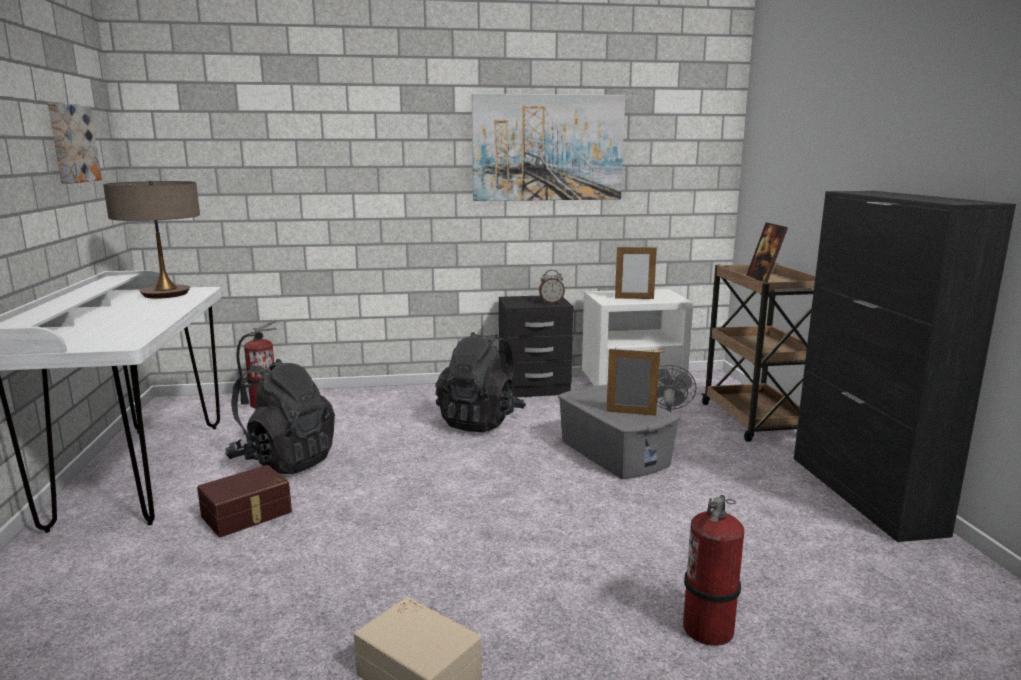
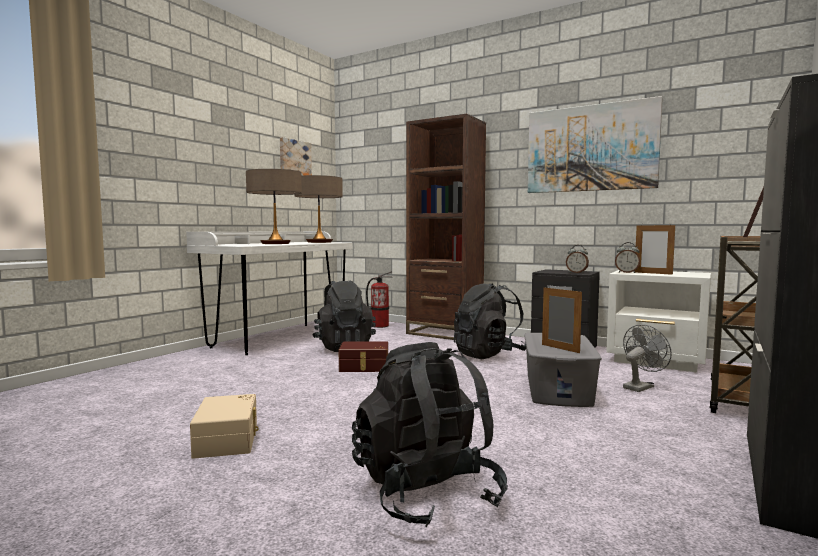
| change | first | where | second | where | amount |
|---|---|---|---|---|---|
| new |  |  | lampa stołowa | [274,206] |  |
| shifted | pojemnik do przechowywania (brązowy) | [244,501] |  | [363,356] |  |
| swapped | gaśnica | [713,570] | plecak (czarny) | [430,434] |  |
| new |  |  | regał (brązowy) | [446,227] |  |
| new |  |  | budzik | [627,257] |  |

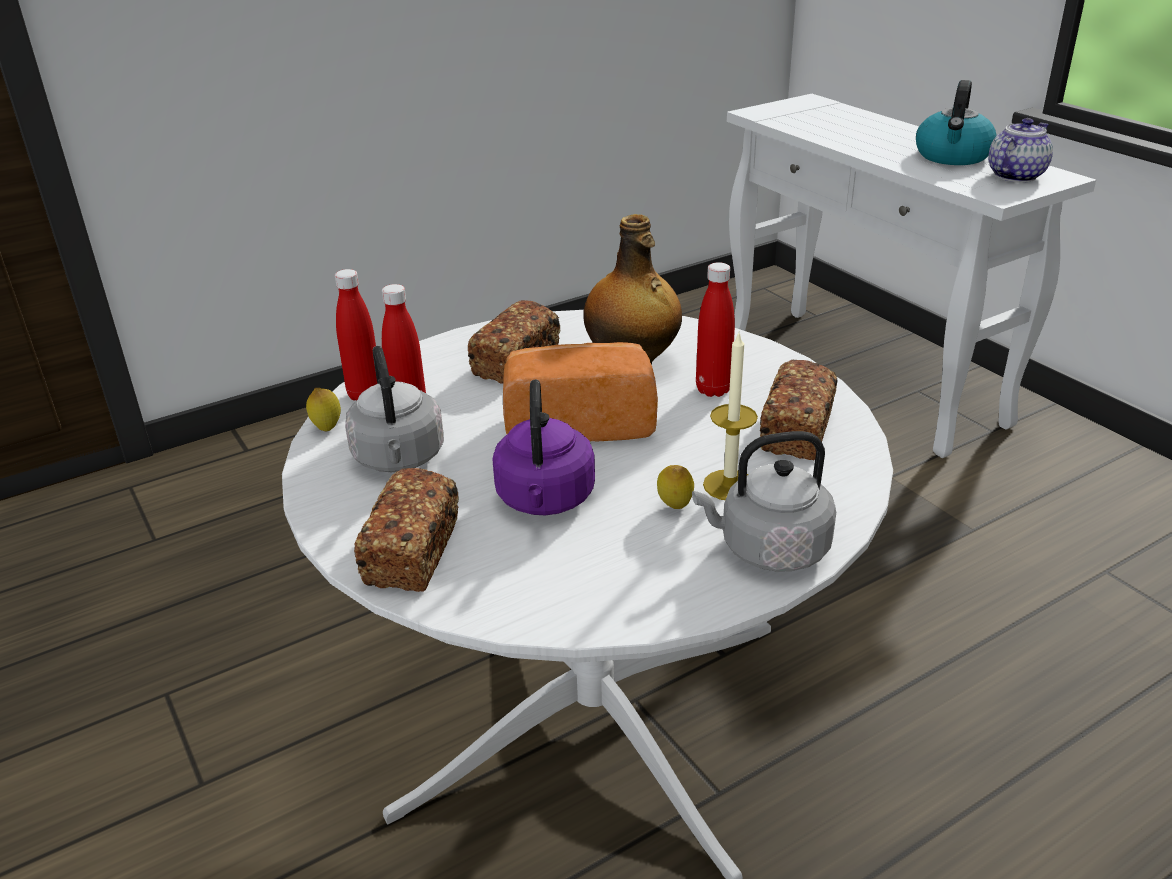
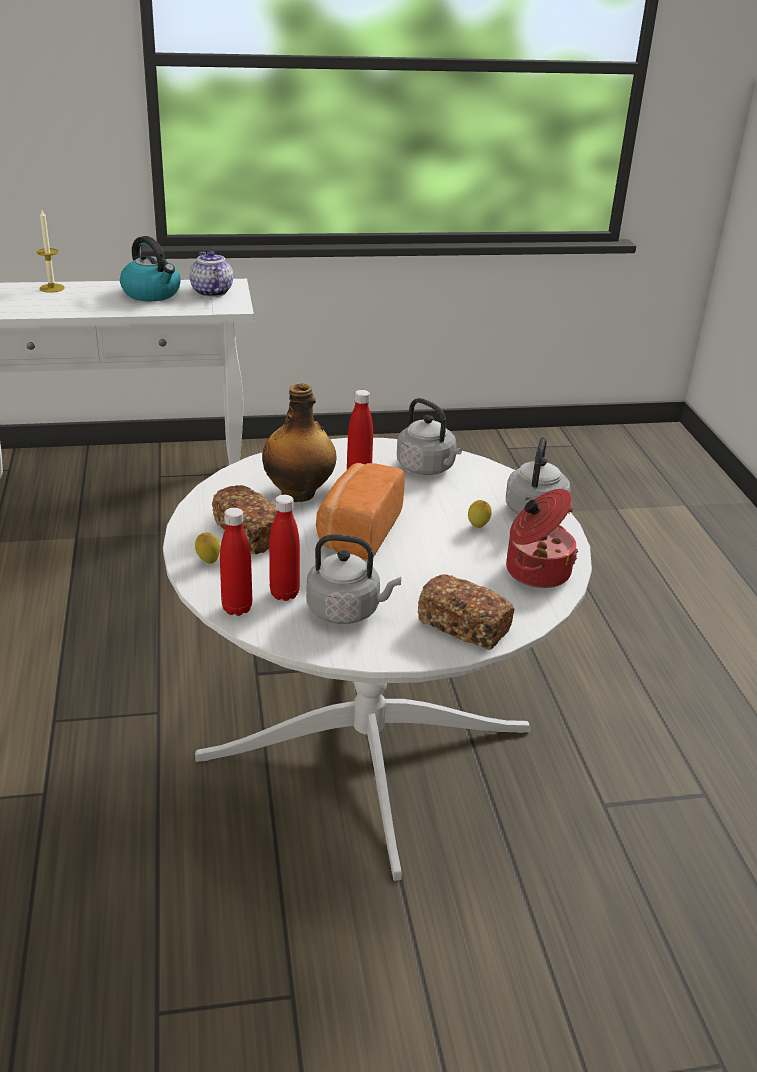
| change | first | where | second | where | amount |
|---|---|---|---|---|---|
| shifted | świeca | [730,416] |  | [50,251] |  |
| shifted | cytryna | [323,409] |  | [207,547] |  |
| swapped | chleb | [798,410] | czajnik (szary) | [429,436] |  |
| new |  |  | garnek | [542,538] |  |
| gone | czajnik (fioletowy) | [543,447] |  |  |  |

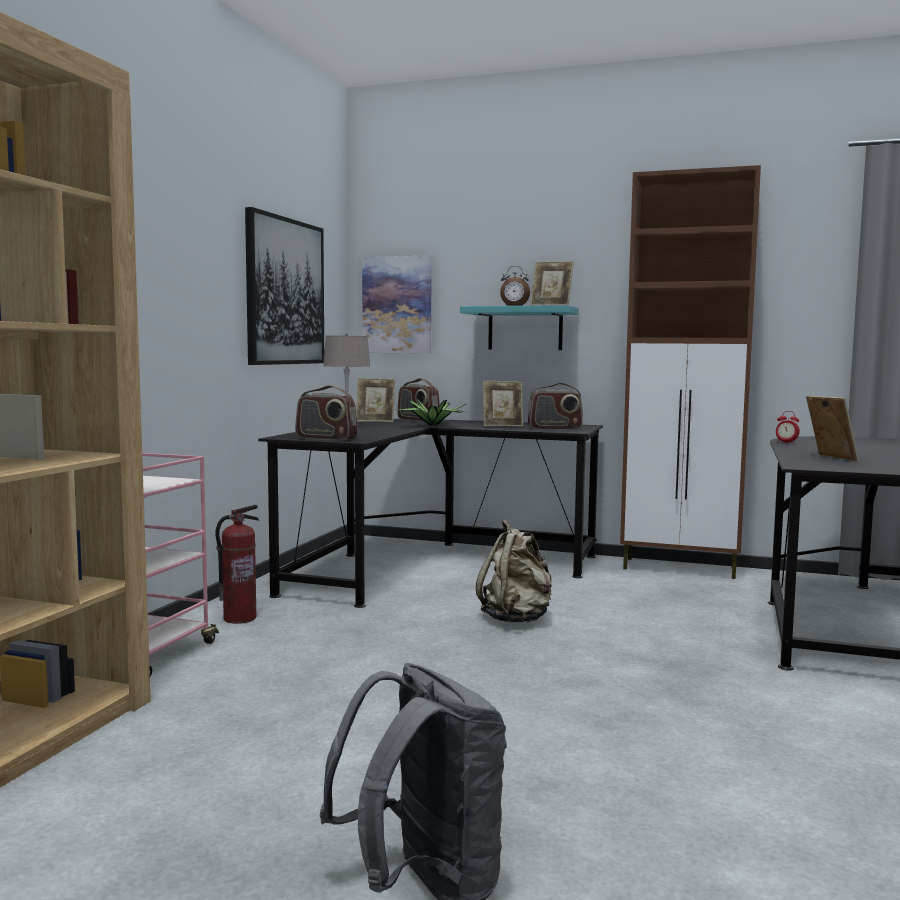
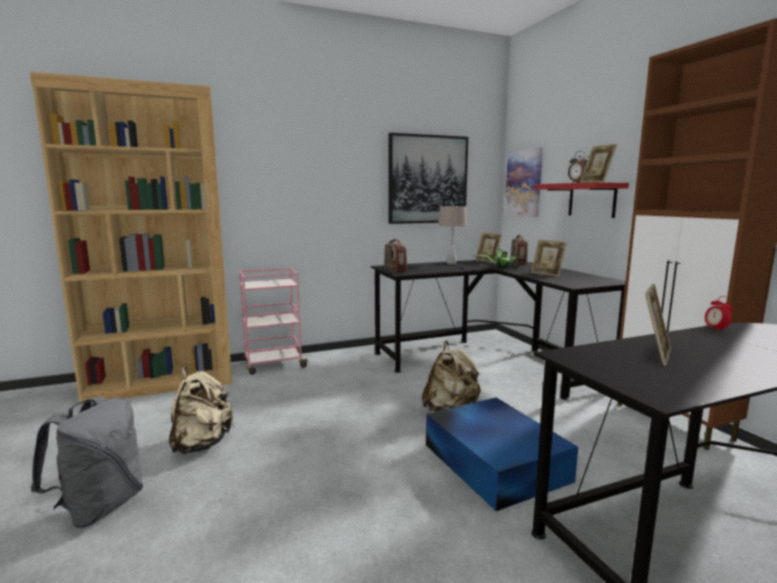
| change | first | where | second | where | amount |
|---|---|---|---|---|---|
| new |  |  | plecak (beżowy) | [201,410] |  |
| new |  |  | pojemnik do przechowywania (niebieski) | [502,454] |  |
| repainted | półka (turkusowy) | [519,327] | półka (czerwony) | [581,200] |  |
| gone | gaśnica | [237,564] |  |  |  |
| gone | radio | [555,406] |  |  |  |

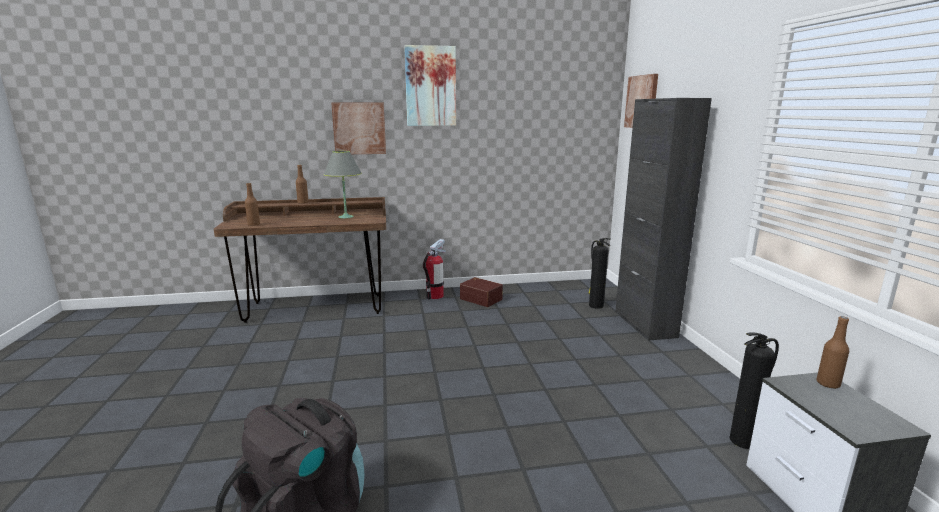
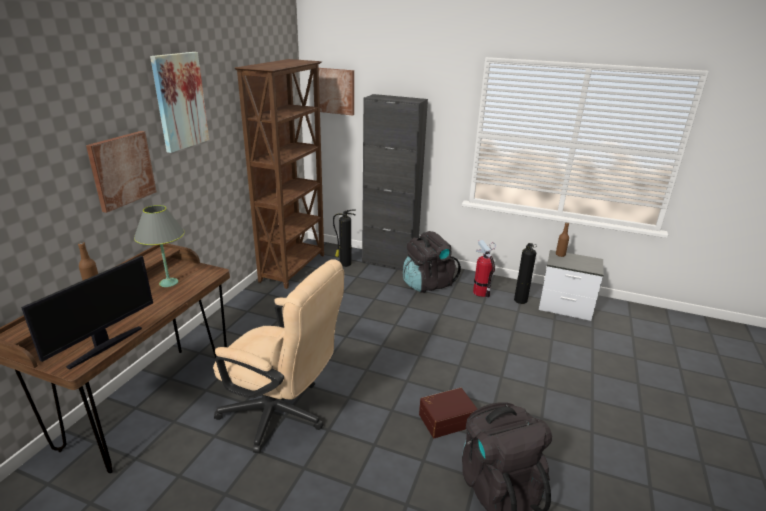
| change | first | where | second | where | amount |
|---|---|---|---|---|---|
| swapped | butelka (brązowy) | [252,204] | monitor | [87,313] |  |
| new |  |  | krzesło biurowe (beżowy) | [278,356] |  |
| new |  |  | regał (brązowy) | [279,174] |  |
| new |  |  | plecak (czarny) | [432,262] |  |
| shifted | pojemnik do przechowywania (brązowy) | [481,292] |  | [448,413] |  |
| shifted | gaśnica | [434,269] |  | [484,269] |  |

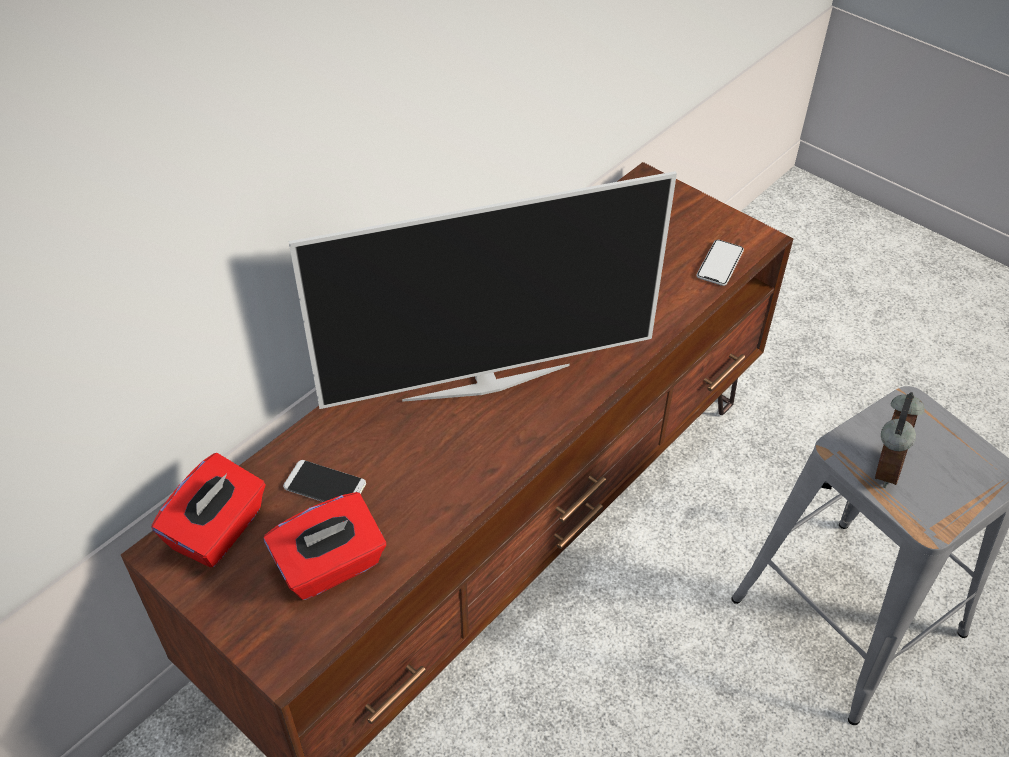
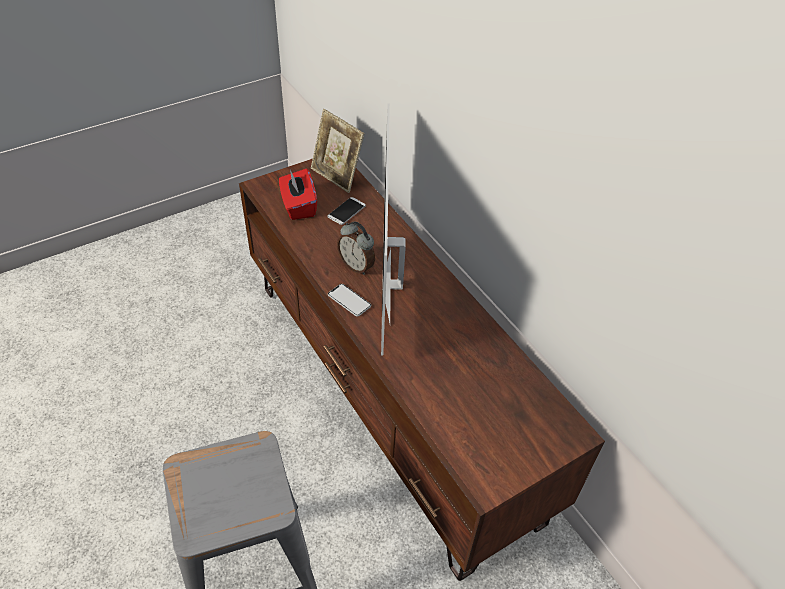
| change | first | where | second | where | amount |
|---|---|---|---|---|---|
| swapped | pudełko chusteczek (czerwony) | [208,510] | ramka na zdjęcie | [337,151] |  |
| shifted | telefon | [720,263] |  | [349,300] |  |
| shifted | budzik | [900,440] |  | [356,248] |  |

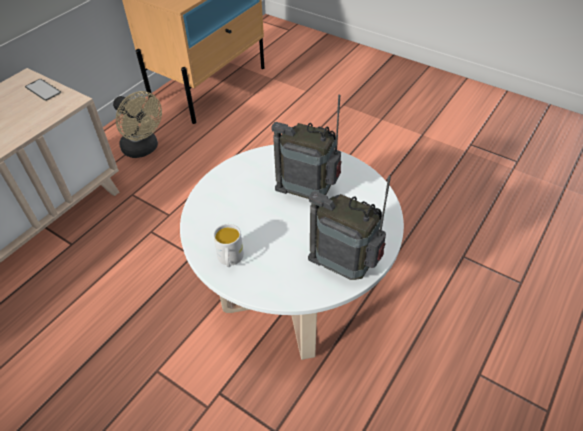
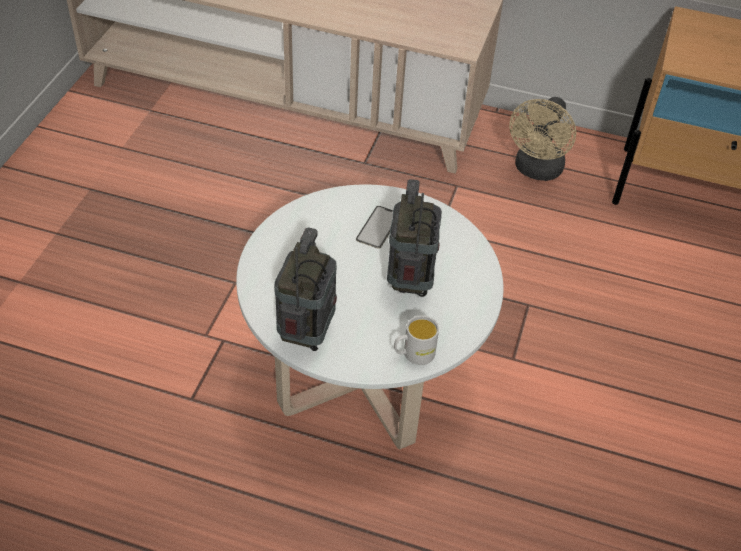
| change | first | where | second | where | amount |
|---|---|---|---|---|---|
| shifted | telefon | [43,90] |  | [374,227] |  |
| shifted | kubek (biały) | [228,245] |  | [416,340] |  |

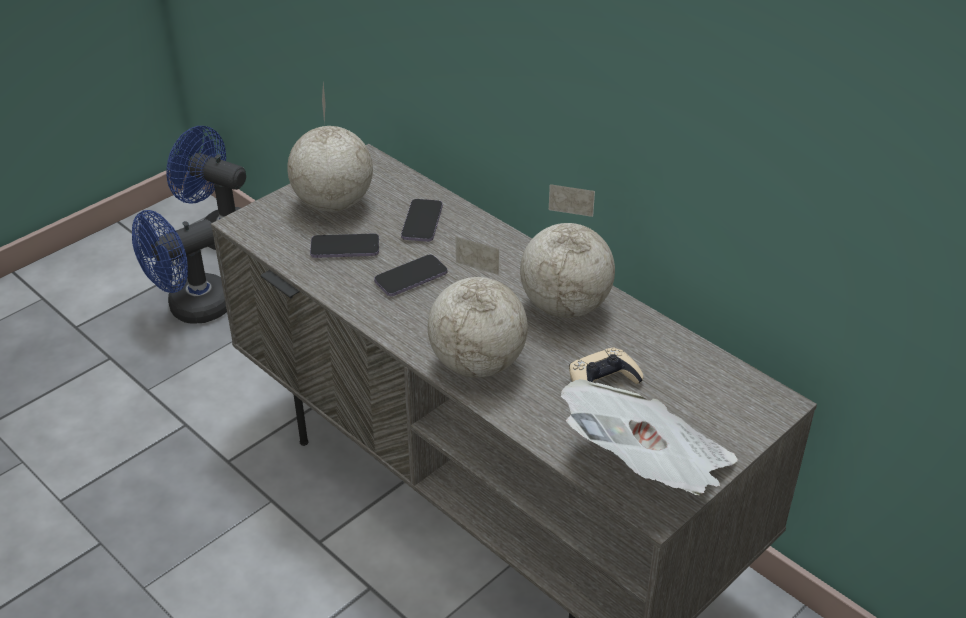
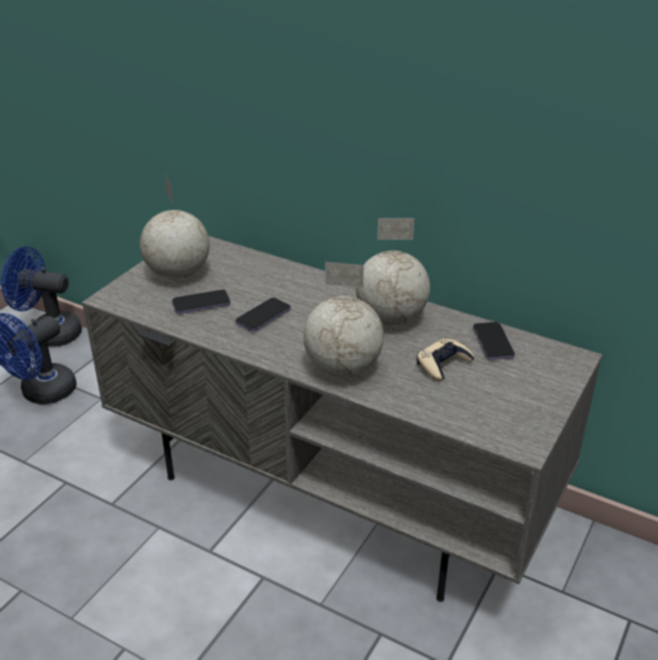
| change | first | where | second | where | amount |
|---|---|---|---|---|---|
| shifted | telefon | [422,220] |  | [494,341] |  |
| gone | gazeta | [649,437] |  |  |  |

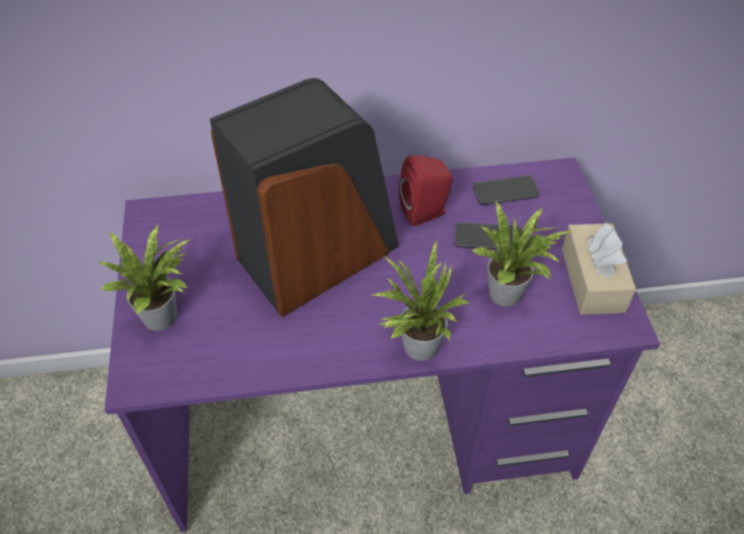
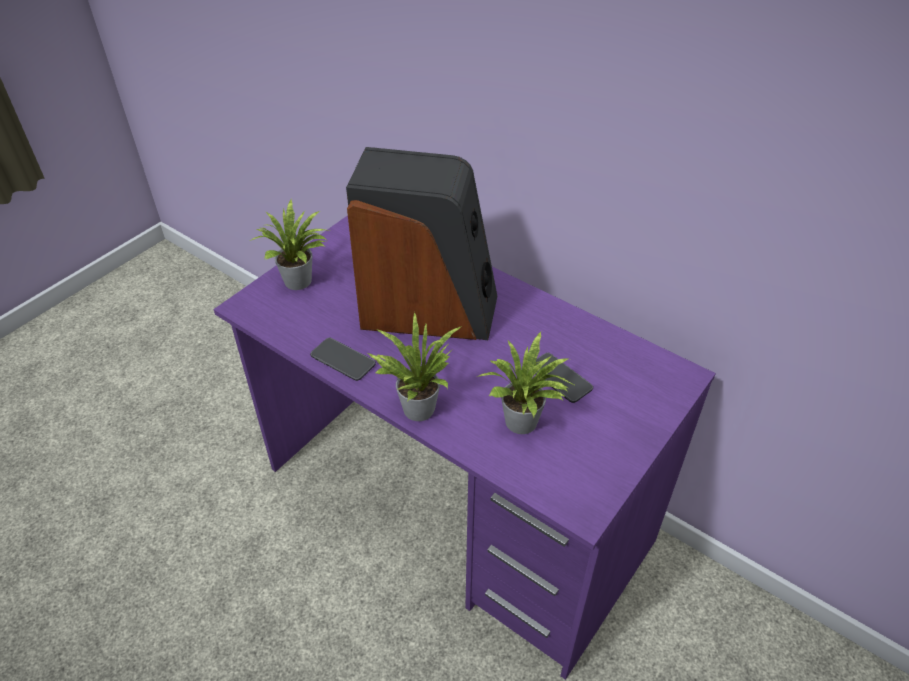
| change | first | where | second | where | amount |
|---|---|---|---|---|---|
| shifted | telefon | [506,190] |  | [343,359] |  |
| gone | głośnik (czerwony) | [426,190] |  |  |  |
| gone | pudełko chusteczek (beżowy) | [599,268] |  |  |  |

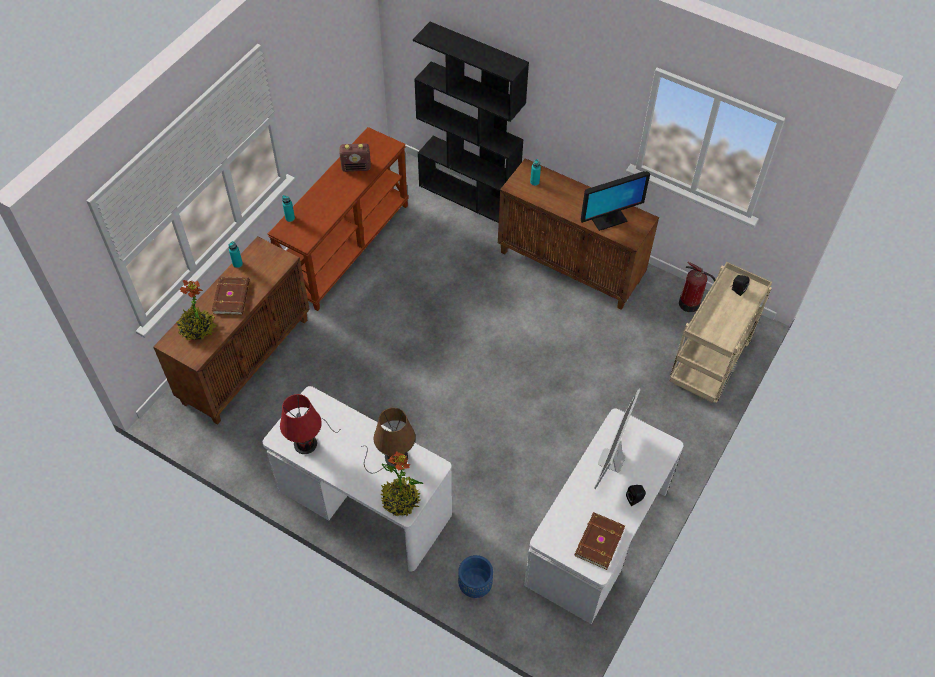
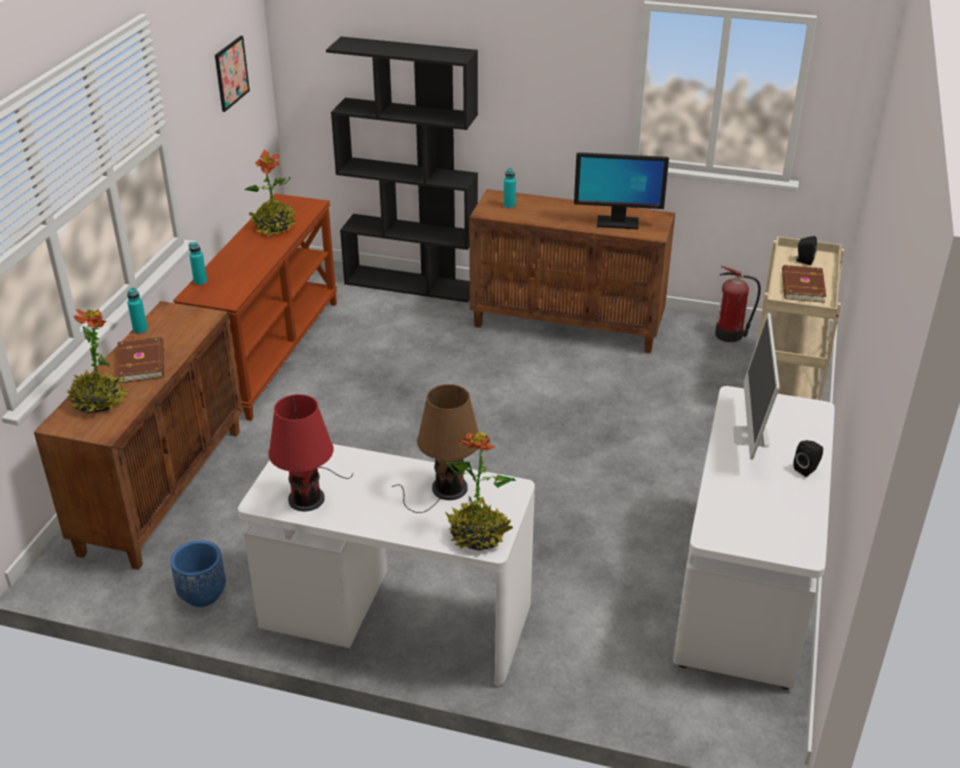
| change | first | where | second | where | amount |
|---|---|---|---|---|---|
| shifted | donica (niebieski) | [475,576] |  | [198,573] |  |
| new |  |  | obraz | [232,74] |  |
| swapped | radio | [355,157] | roślina doniczkowa | [270,193] |  |
| rotated | monitor | [615,201] |  | [621,190] | 45 degrees clockwise |
| shifted | książka (brązowy) | [599,541] |  | [804,284] |  |

